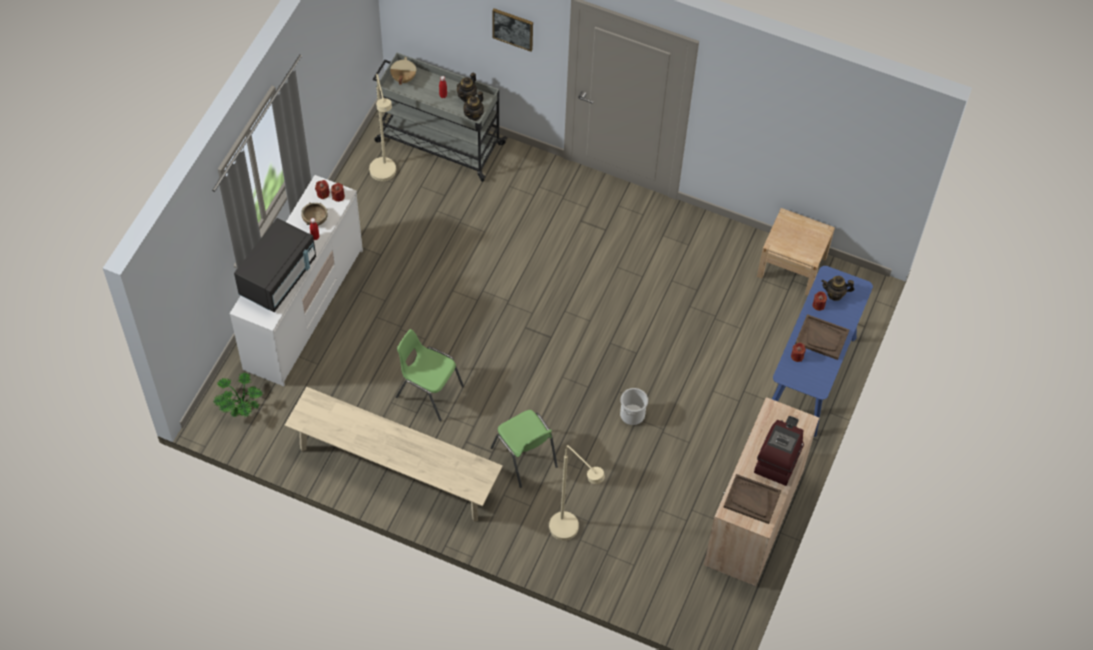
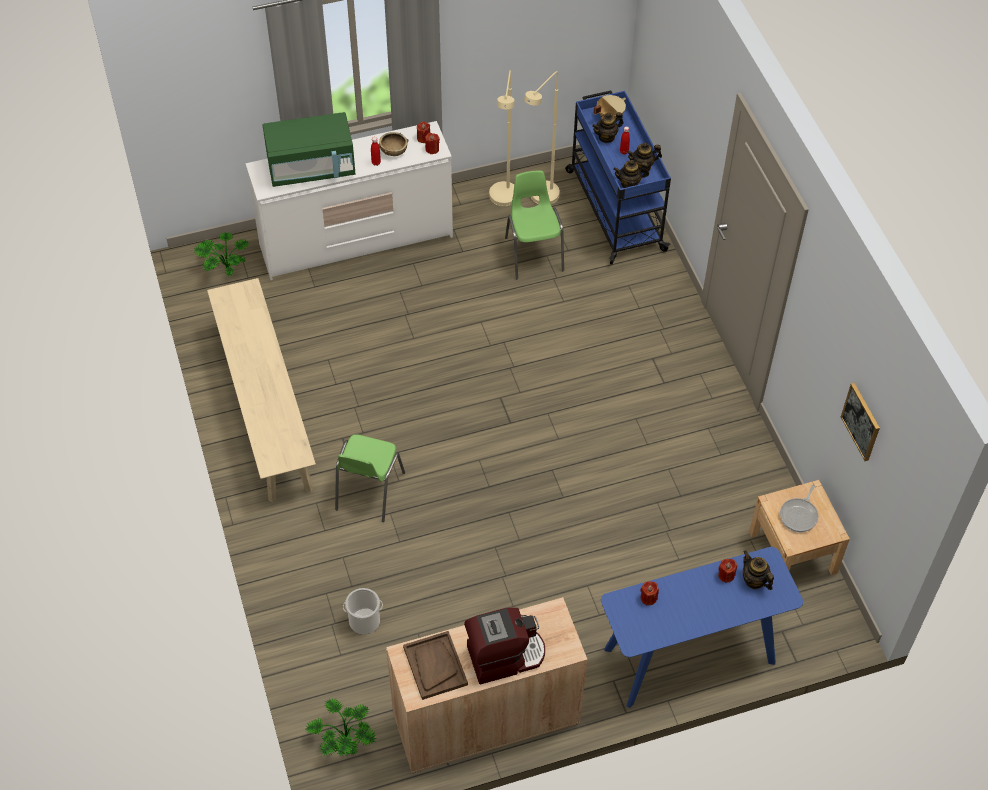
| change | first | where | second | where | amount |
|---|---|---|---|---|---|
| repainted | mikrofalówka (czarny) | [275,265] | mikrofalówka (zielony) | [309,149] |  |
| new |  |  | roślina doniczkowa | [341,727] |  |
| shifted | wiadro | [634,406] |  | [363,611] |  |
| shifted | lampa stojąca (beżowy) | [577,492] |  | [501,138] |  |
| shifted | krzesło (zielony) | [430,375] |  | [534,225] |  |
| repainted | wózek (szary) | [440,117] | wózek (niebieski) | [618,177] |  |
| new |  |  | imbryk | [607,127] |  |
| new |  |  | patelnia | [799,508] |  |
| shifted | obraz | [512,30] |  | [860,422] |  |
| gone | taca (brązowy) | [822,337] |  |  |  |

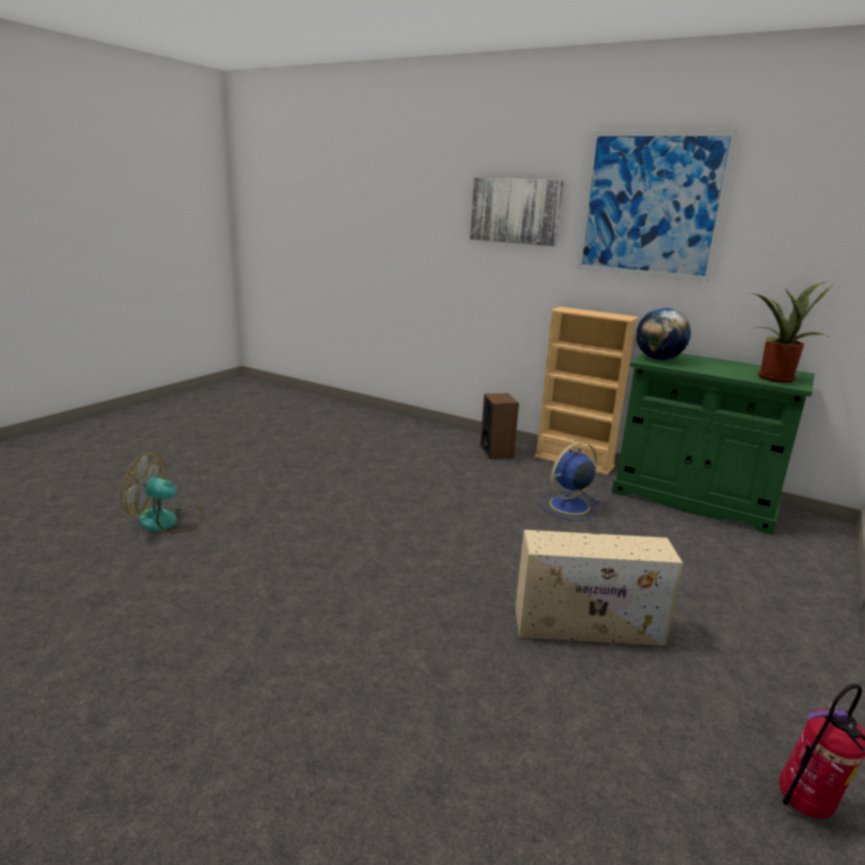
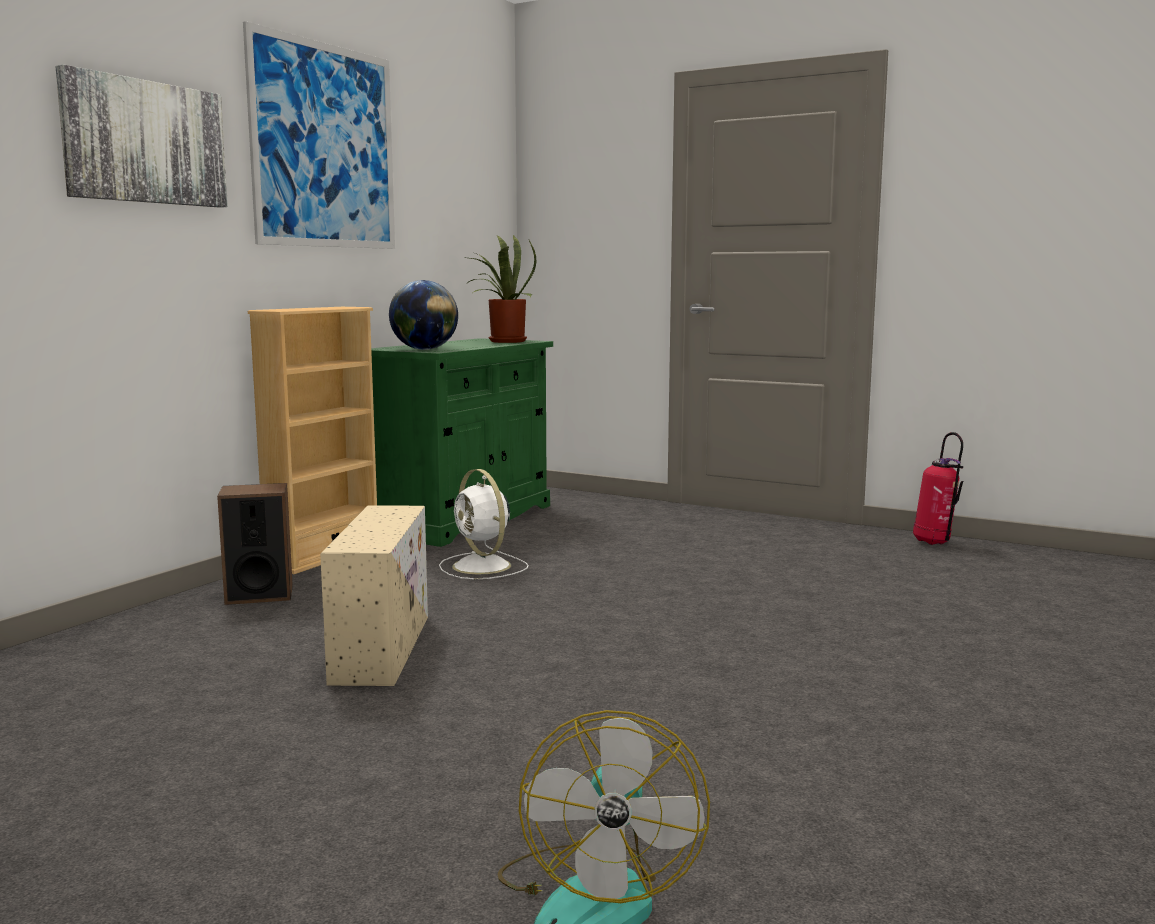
| change | first | where | second | where | amount |
|---|---|---|---|---|---|
| shifted | pojemnik do przechowywania (beżowy) | [599,588] |  | [374,595] |  |
| repainted | wentylator (niebieski) | [569,481] | wentylator (biały) | [483,524] |  |

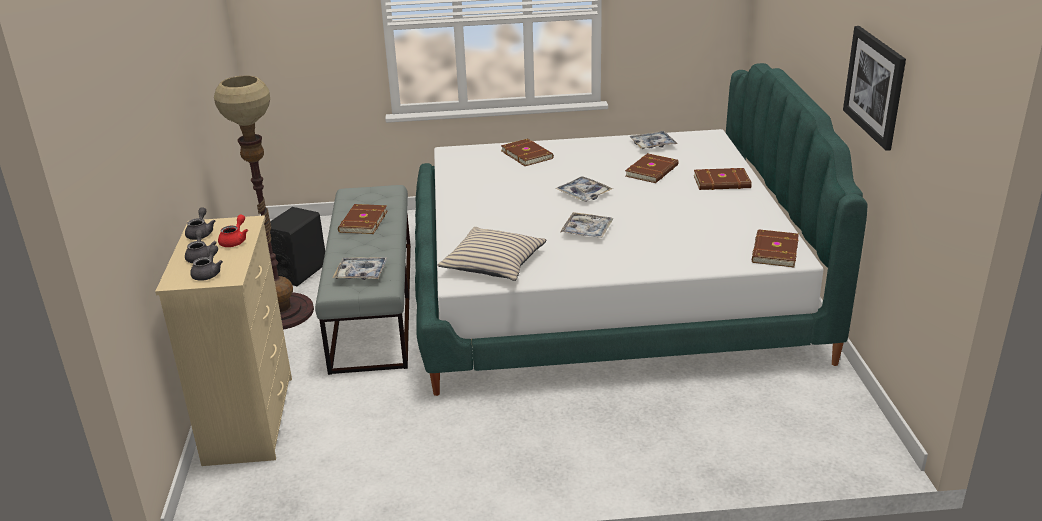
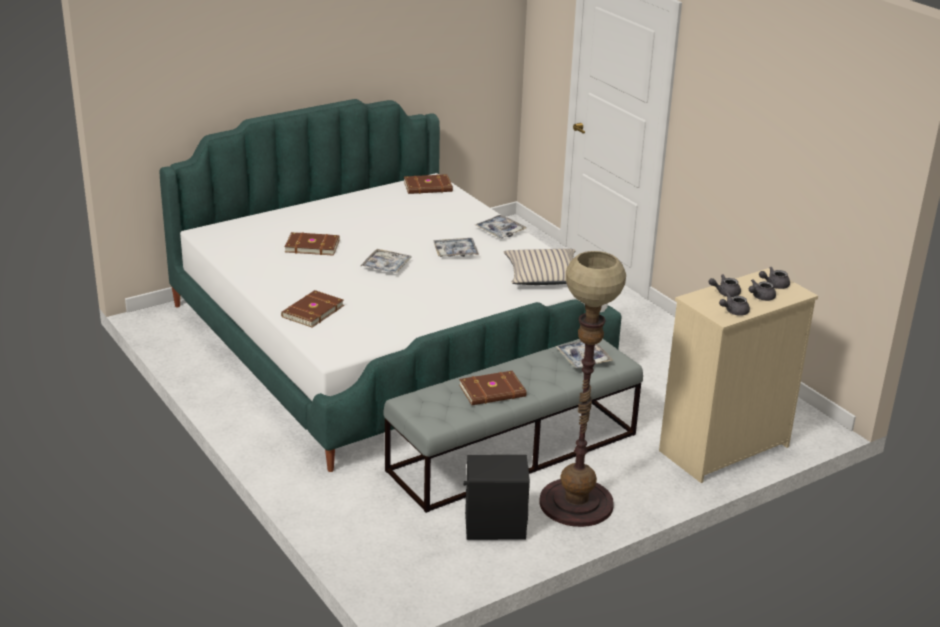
| change | first | where | second | where | amount |
|---|---|---|---|---|---|
| shifted | taca | [653,140] |  | [501,226] |  |
| repainted | imbryk (czerwony) | [233,231] | imbryk (szary) | [724,285] |  |
| gone | książka (brązowy) | [723,179] |  |  |  |
| gone | obraz | [874,88] |  |  |  |

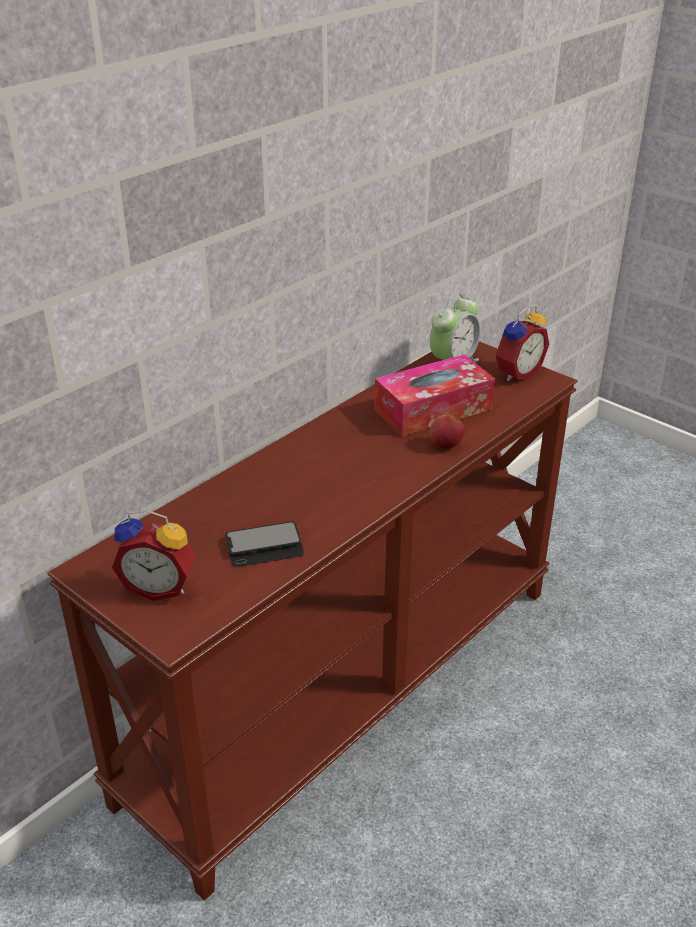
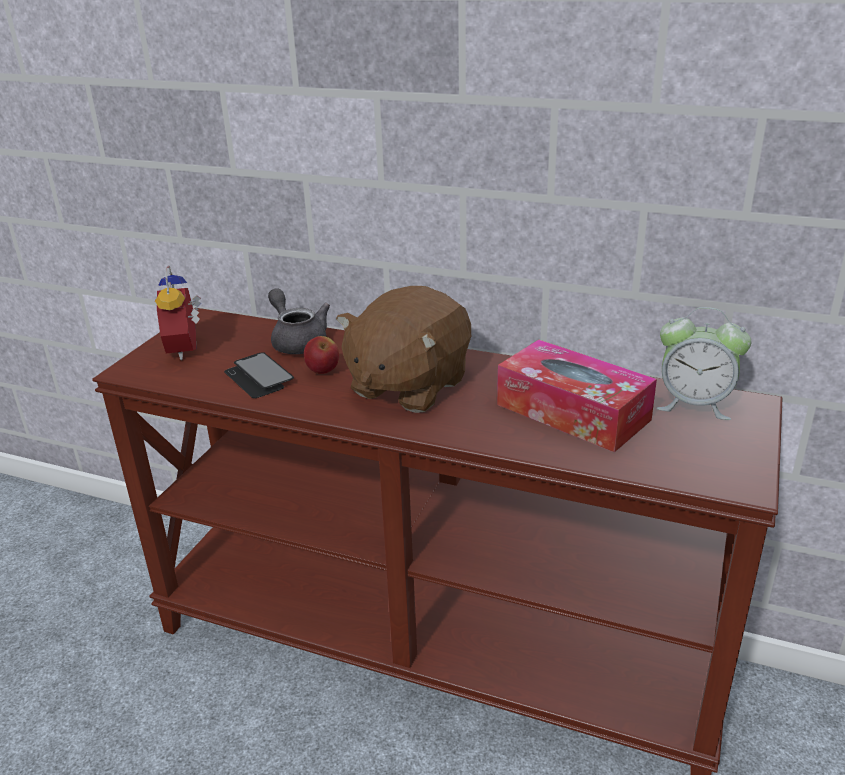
| change | first | where | second | where | amount |
|---|---|---|---|---|---|
| new |  |  | imbryk (szary) | [299,321] |  |
| shifted | jabłko | [447,432] |  | [321,355] |  |
| new |  |  | pluszak (brązowy) | [403,349] |  |
| gone | budzik | [522,343] |  |  |  |

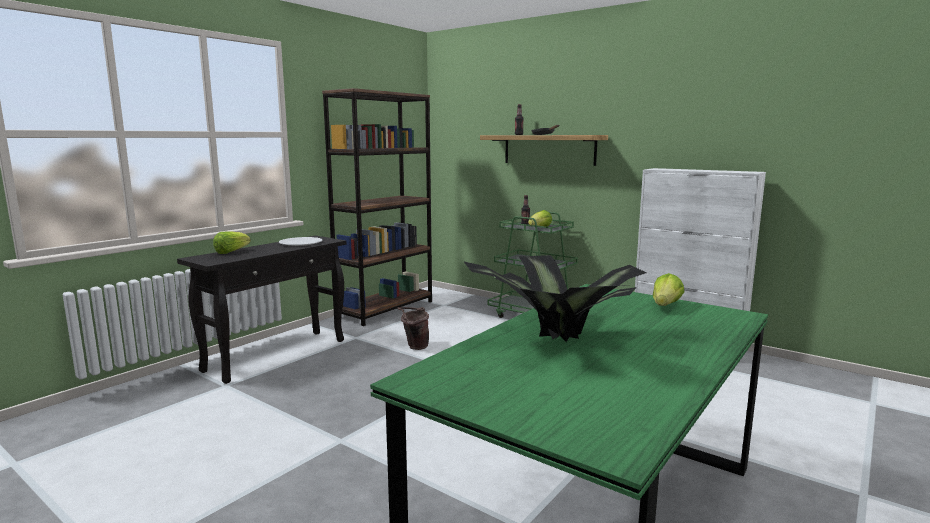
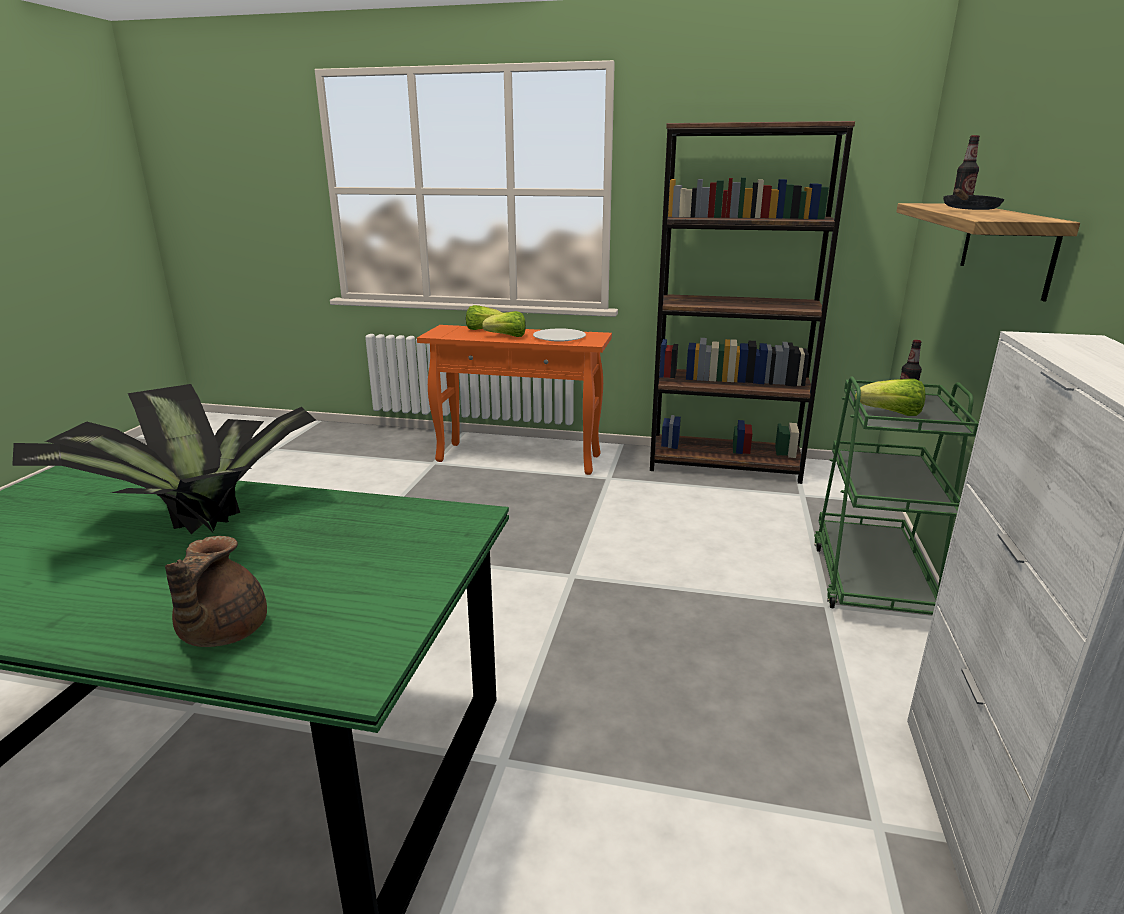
| change | first | where | second | where | amount |
|---|---|---|---|---|---|
| new |  |  | imbryk (brązowy) | [216,591] |  |
| repainted | stolik konsolowy (czarny) | [261,310] | stolik konsolowy (pomarańczowy) | [514,400] |  |
| shifted | sałata | [668,289] |  | [504,324] |  |
| gone | wiadro (brązowy) | [413,328] |  |  |  |

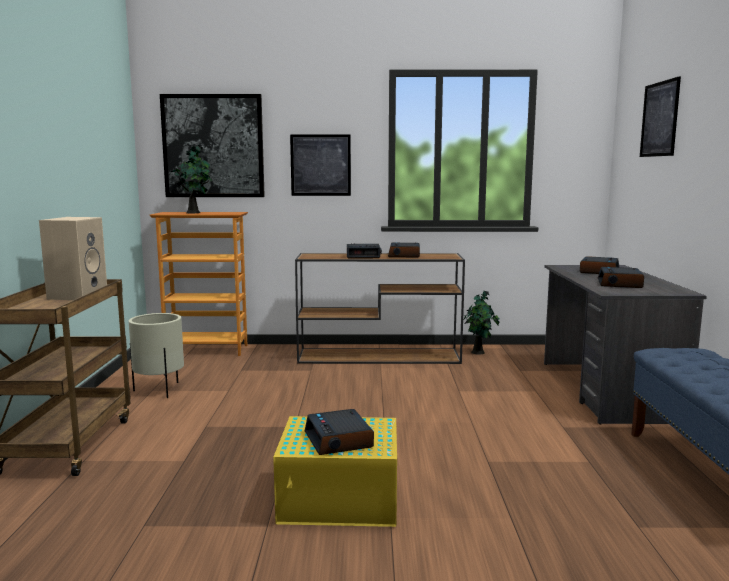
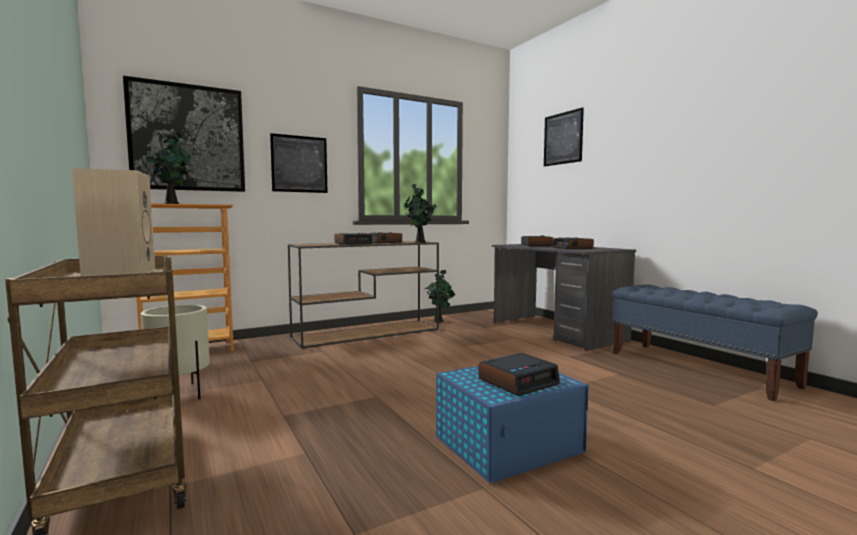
| change | first | where | second | where | amount |
|---|---|---|---|---|---|
| new |  |  | roślina doniczkowa | [420,213] |  |
| repainted | pojemnik do przechowywania (żółty) | [335,471] | pojemnik do przechowywania (niebieski) | [512,424] |  |
| rotated | budzik | [339,432] |  | [519,374] | 75 degrees counterclockwise |

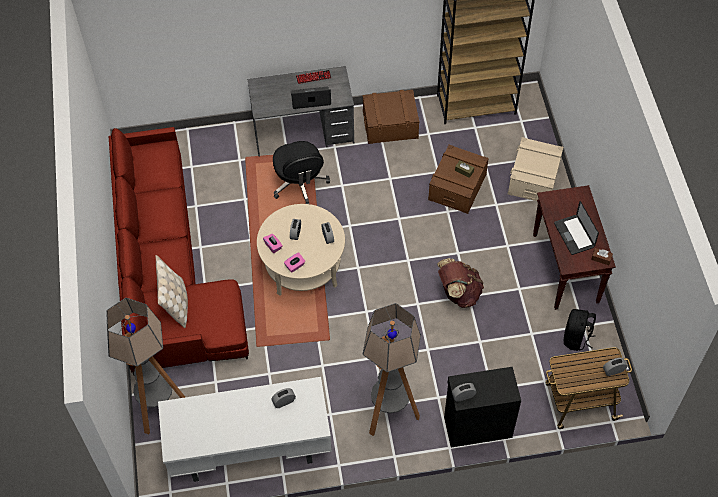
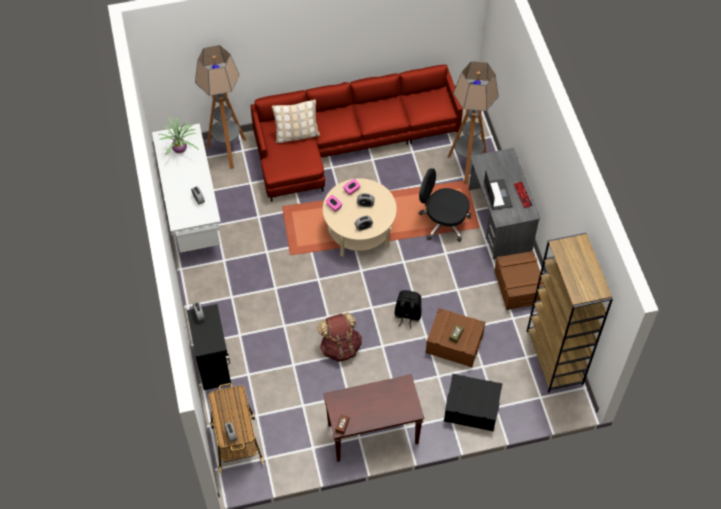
| change | first | where | second | where | amount |
|---|---|---|---|---|---|
| new |  |  | roślina doniczkowa | [179,136] |  |
| shifted | plecak (czarny) | [580,330] |  | [408,309] |  |
| rotated | krzesło biurowe (czarny) | [301,172] |  | [444,205] | 45 degrees clockwise |
| repainted | pojemnik do przechowywania (beżowy) | [535,169] | pojemnik do przechowywania (czarny) | [473,402] |  |
| shifted | lampa stojąca | [392,369] |  | [473,122] |  |
| gone | laptop | [576,228] |  |  |  |

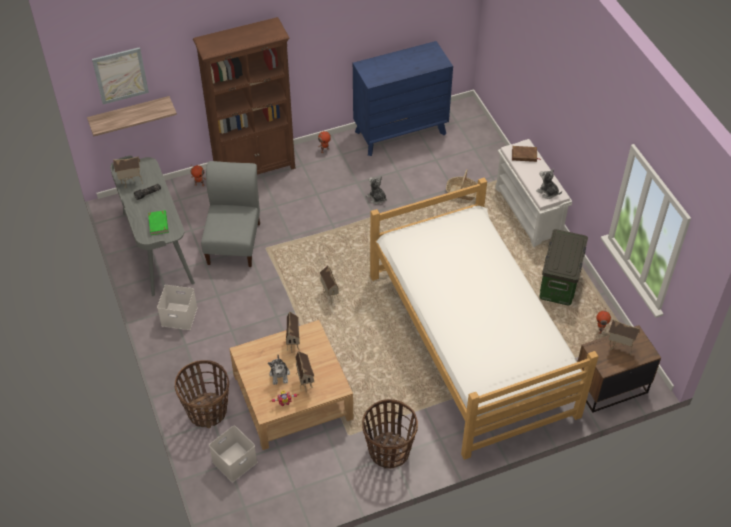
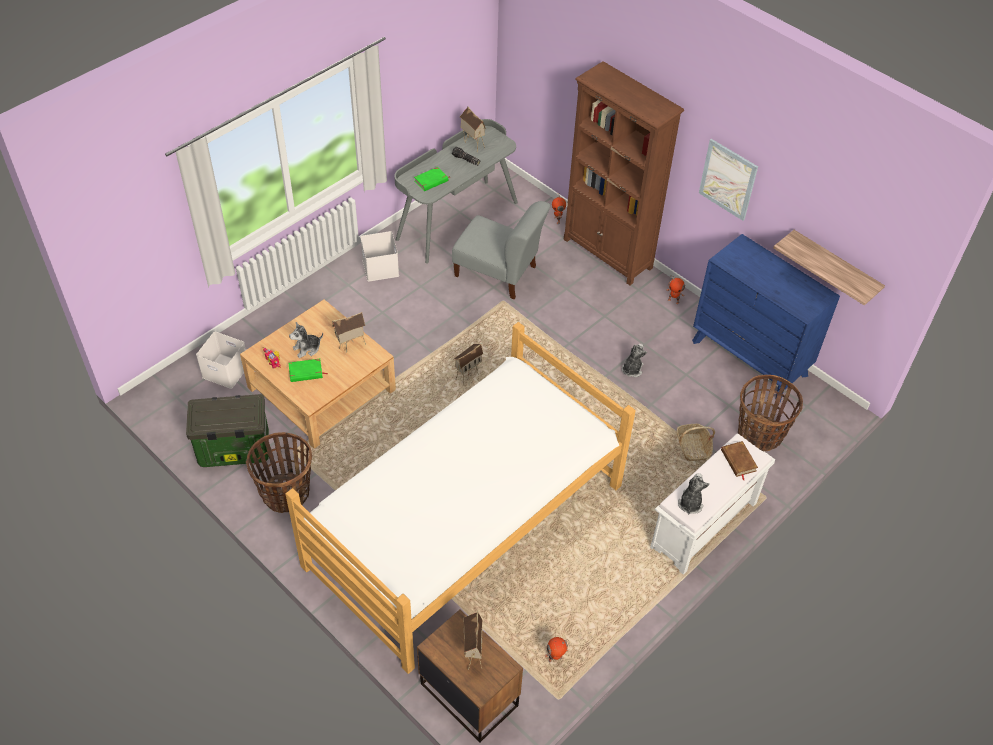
| change | first | where | second | where | amount |
|---|---|---|---|---|---|
| shifted | pojemnik do przechowywania | [563,267] |  | [227,430] |  |
| swapped | domek | [305,370] | książka (zielony) | [308,370] |  |
| rotated | krzesło (szary) | [230,214] |  | [501,250] | 45 degrees clockwise |
| shifted | obraz | [120,75] |  | [728,180] |  |
| shifted | koszyk | [202,394] |  | [770,413] |  |
| shifted | półka | [132,116] |  | [829,268] |  |

